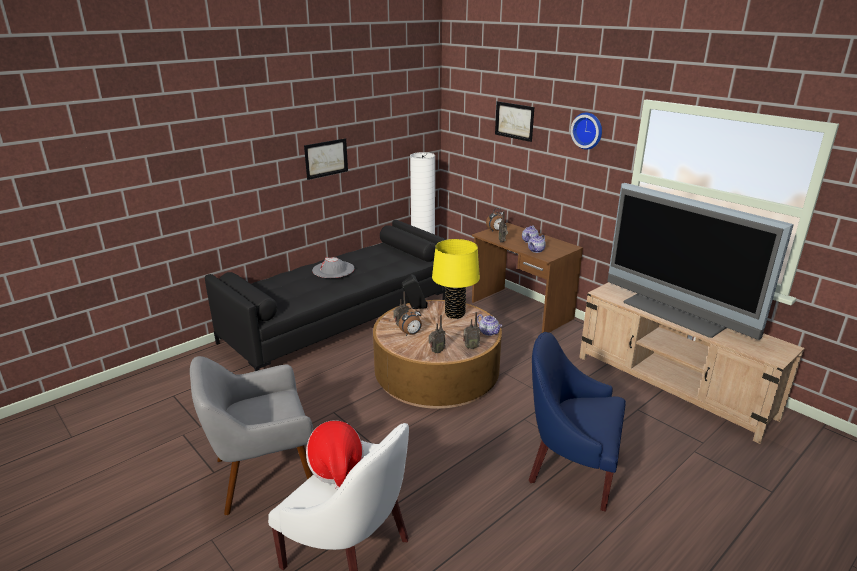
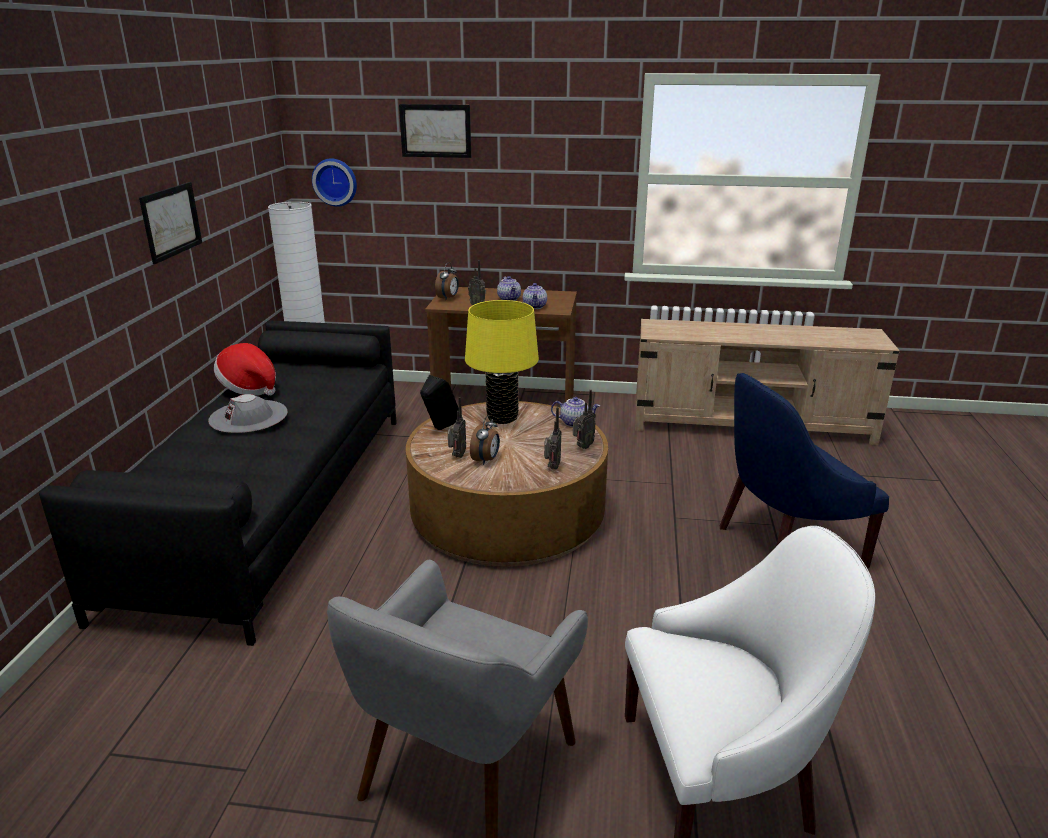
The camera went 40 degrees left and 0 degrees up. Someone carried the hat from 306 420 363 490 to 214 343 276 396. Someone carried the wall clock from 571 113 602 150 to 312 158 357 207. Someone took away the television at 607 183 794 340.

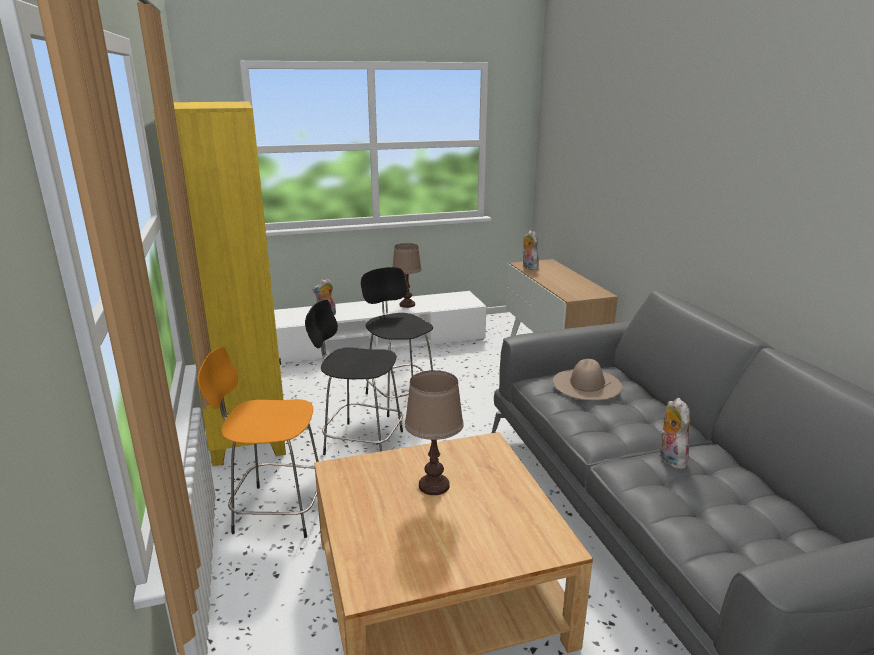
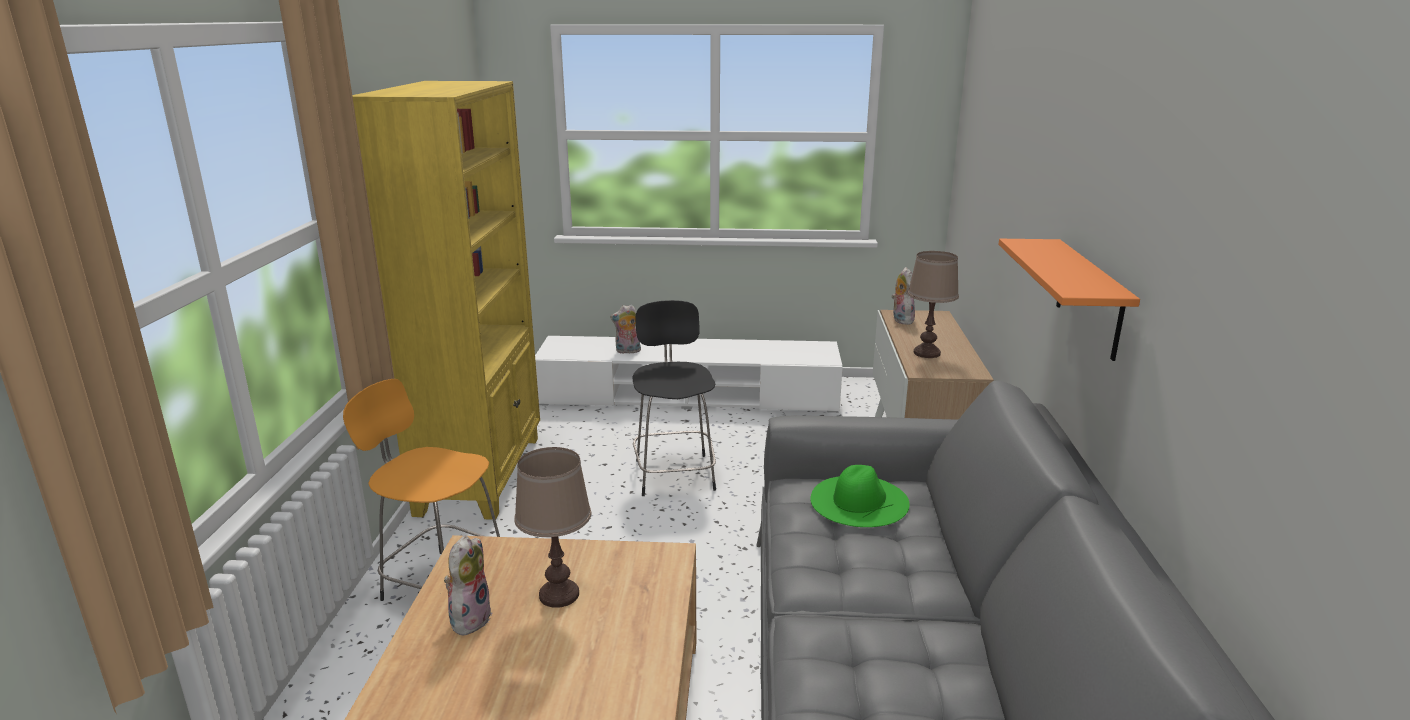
The camera went 20 degrees right and 0 degrees up. Someone took away the black stool at 305 300 403 455. Someone carried the brown table lamp from 393 243 422 308 to 908 251 959 358. Someone repainted the beige hat at 553 359 623 400, which became the green hat at 810 465 910 527. Someone carried the plush toy from 659 398 690 469 to 444 536 493 635. Someone put up the orange shelf at 998 239 1140 361.

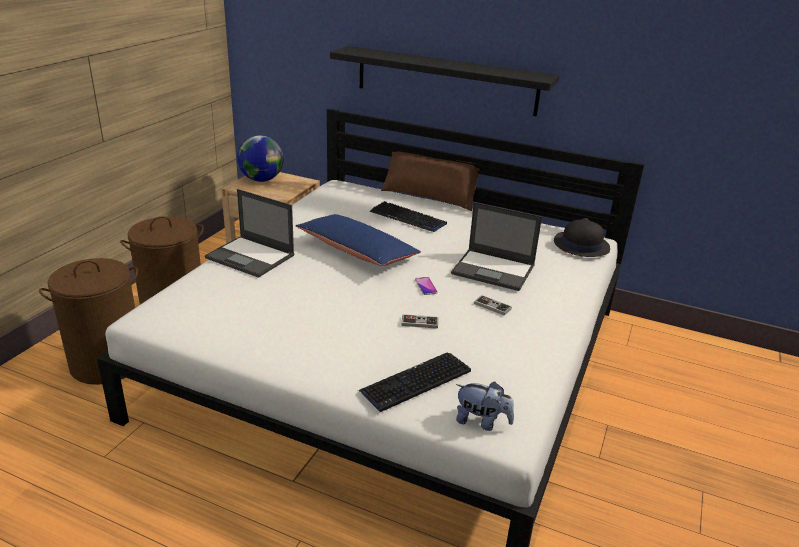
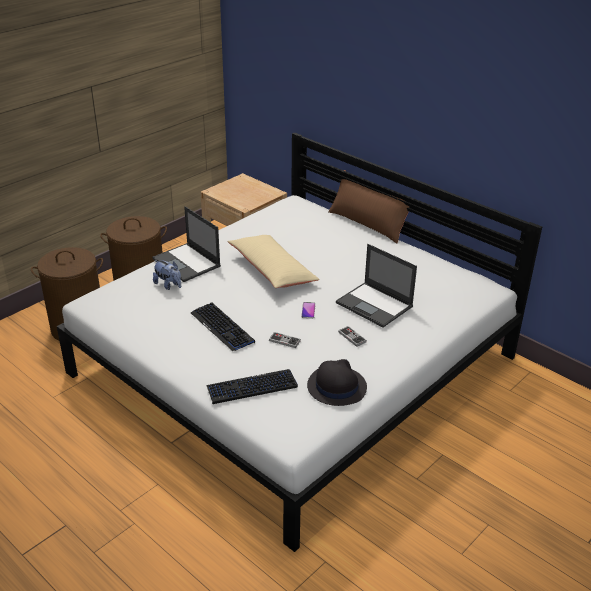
The camera went 20 degrees right and 5 degrees up. Someone took away the globe at 237 135 284 182. Someone repainted the blue pillow at 295 214 421 266, which became the beige pillow at 228 235 320 288. Someone took away the black shelf at 330 46 559 117. Someone carried the keyboard from 370 201 447 232 to 191 303 255 351. Someone carried the plush toy from 456 382 514 431 to 153 260 181 290. Someone carried the black hat from 554 218 610 257 to 307 359 367 406.

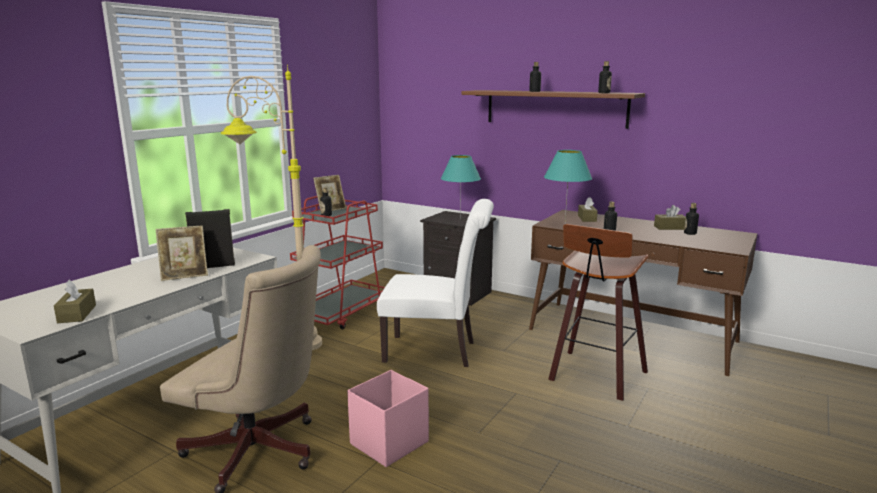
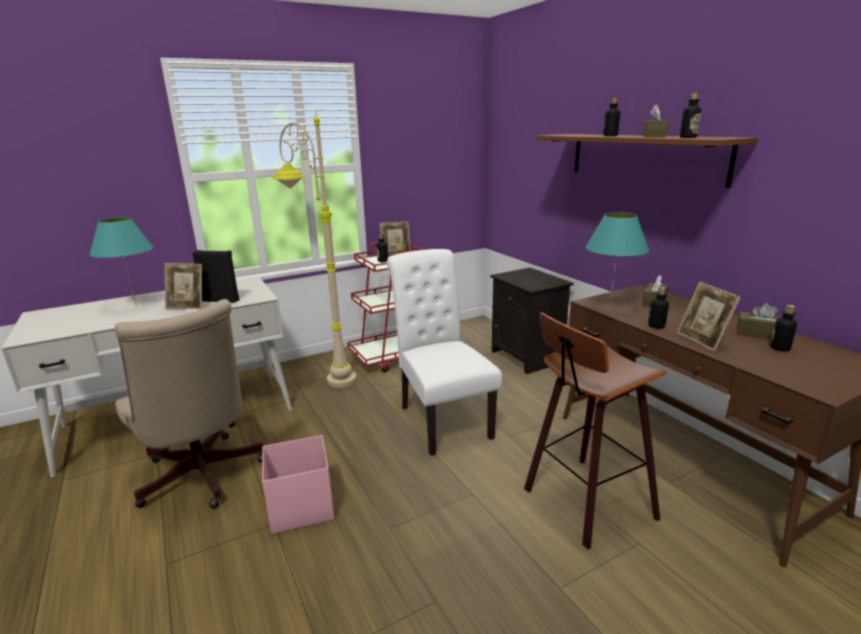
The camera went 30 degrees right and 5 degrees up. Someone carried the brown tissue box from 54 280 96 323 to 642 104 668 137. Someone rotated the white chair at 377 199 494 367 by 150 degrees counterclockwise. Someone carried the turquoise table lamp from 441 155 481 220 to 89 217 153 306. Someone put down the picture frame at 677 282 741 352.

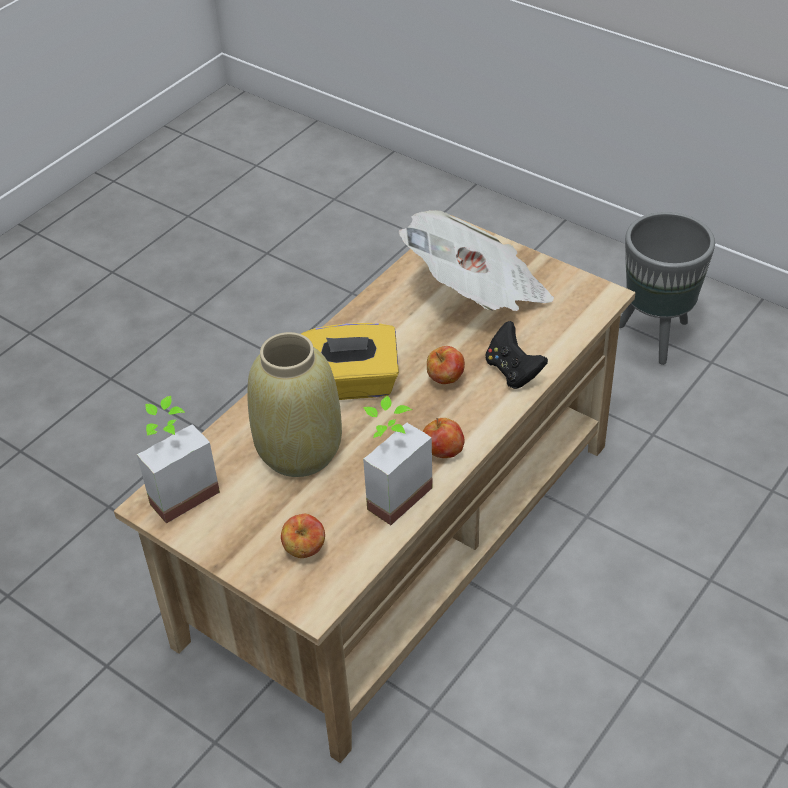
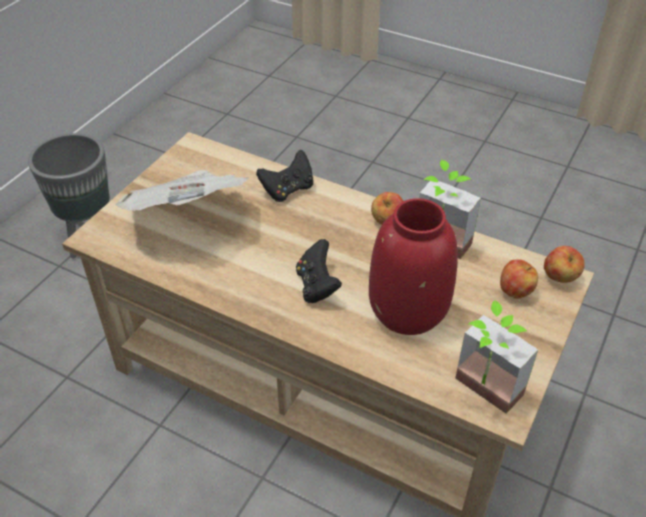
The camera went 100 degrees left and 0 degrees up. Someone repainted the beige vase at 247 332 342 477, which became the red vase at 369 198 458 335. Someone swapped the yellow tissue box at 301 323 399 400 for the black game controller at 296 239 342 303. Someone carried the apple from 427 346 465 384 to 544 246 585 283.

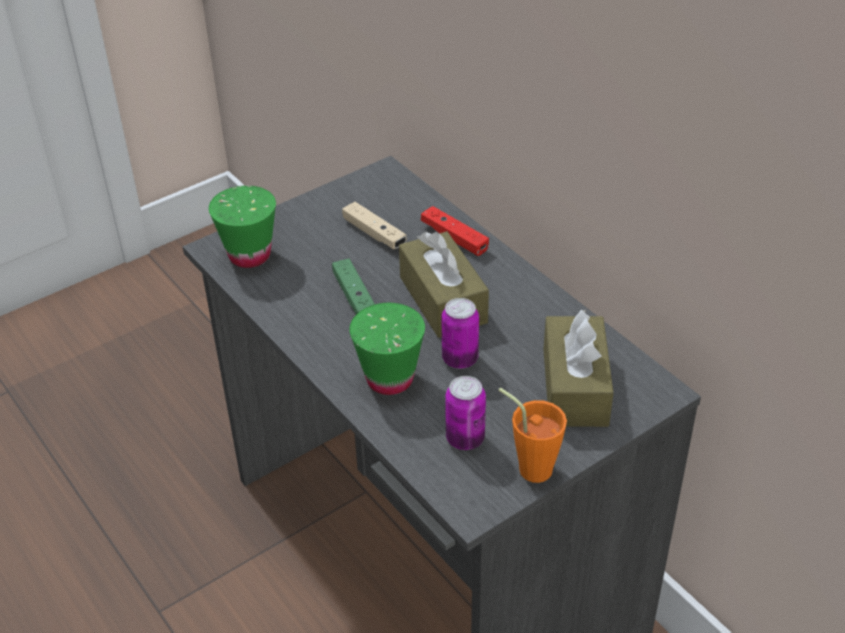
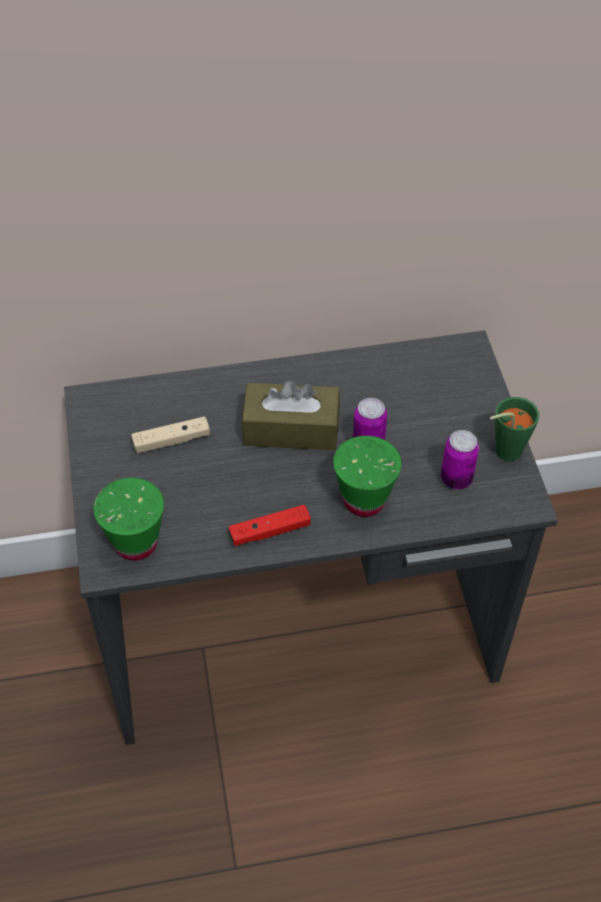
The camera went 65 degrees left and 10 degrees up. Someone took away the green game controller at 332 259 375 314. Someone carried the red game controller from 421 206 489 256 to 229 505 311 546. Someone repainted the orange cup at 499 388 567 483, which became the green cup at 490 397 539 461. Someone took away the brown tissue box at 544 310 613 427.

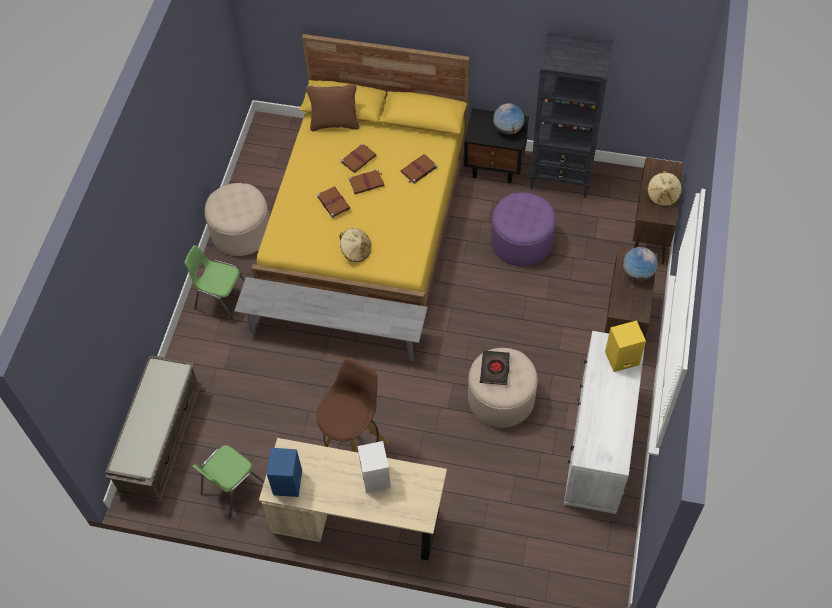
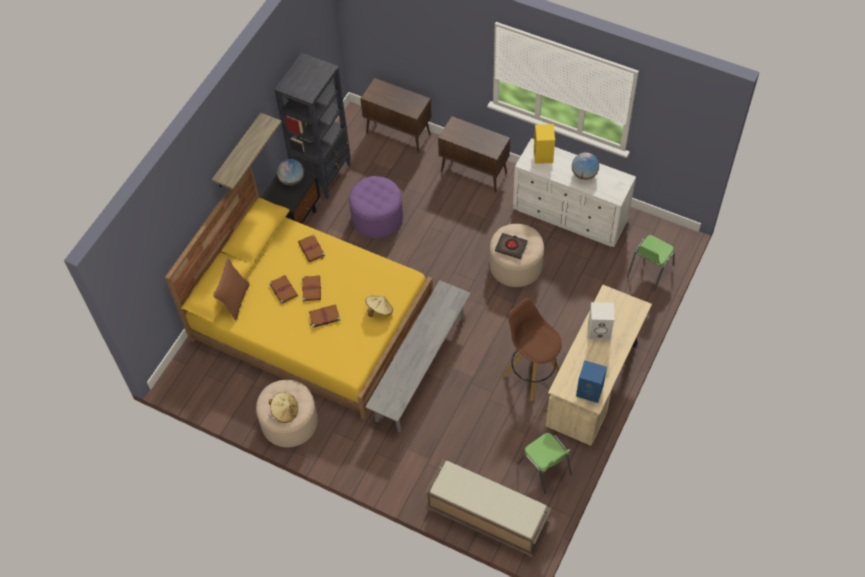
The camera went 75 degrees left and 0 degrees up. Someone carried the green chair from 184 245 245 323 to 627 235 675 292. Someone carried the globe from 623 247 657 281 to 572 152 599 180. Someone carried the beige hat from 647 171 682 207 to 269 392 298 423. Someone put up the shelf at 212 113 282 190.

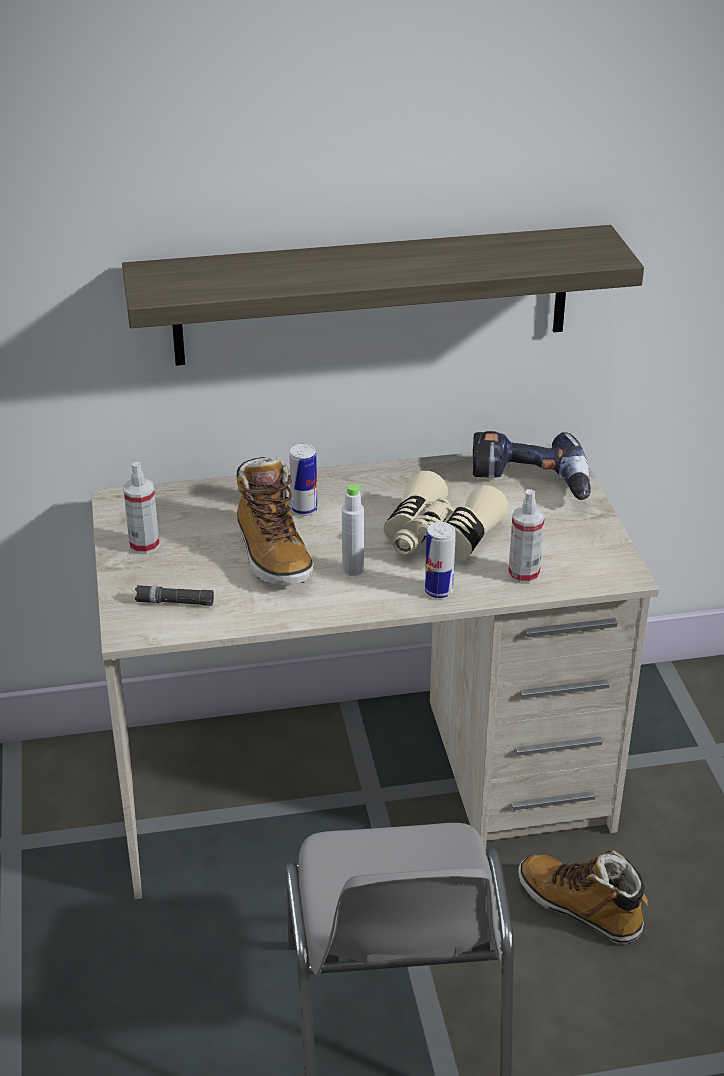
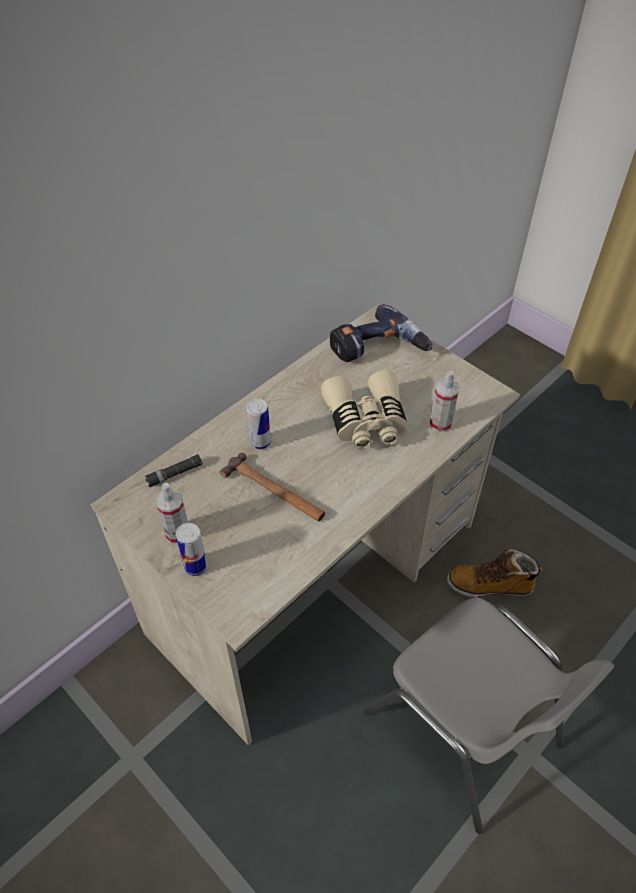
The camera went 35 degrees left and 15 degrees up. Someone took away the shelf at 122 225 644 366. Someone carried the black flashlight from 135 585 214 606 to 144 454 203 487. Someone swapped the boot at 237 457 313 585 for the hammer at 220 453 325 522. Someone took away the grey bottle at 342 484 364 576. Someone carried the can from 425 522 456 598 to 176 523 208 576.

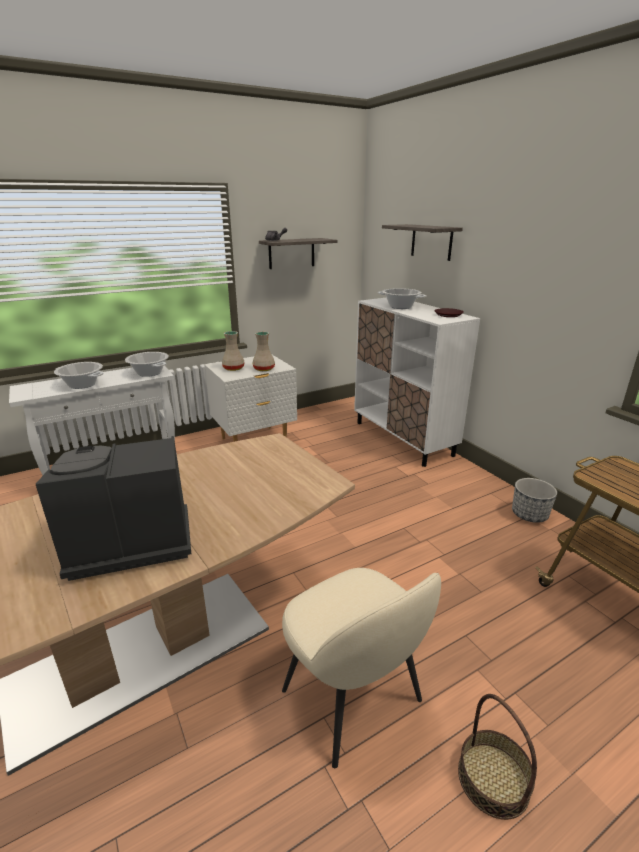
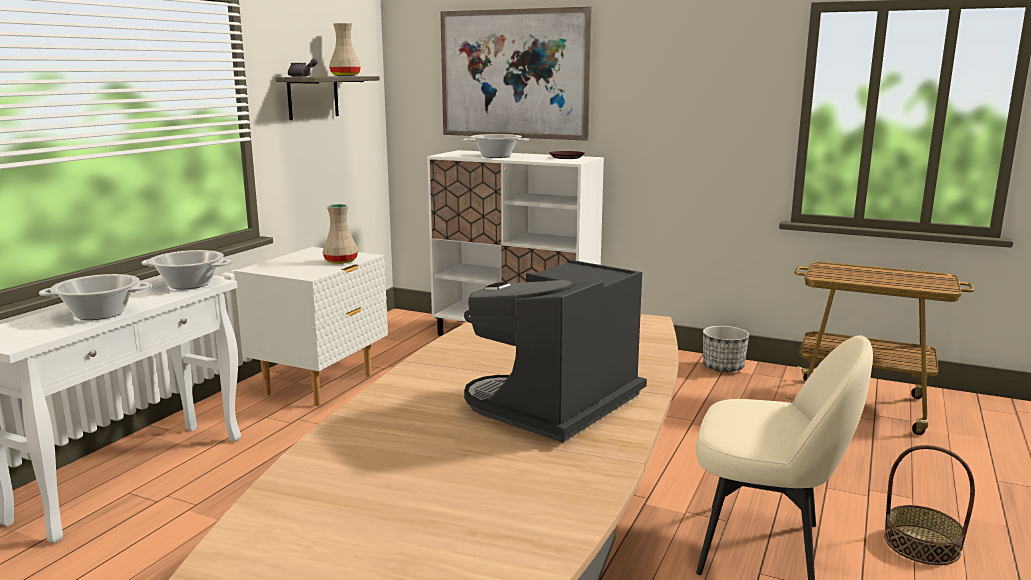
The camera went 35 degrees left and 10 degrees down. Someone carried the beige vase from 222 331 245 371 to 329 23 361 76. Someone swapped the shelf at 382 224 463 261 for the picture at 440 7 592 141.

